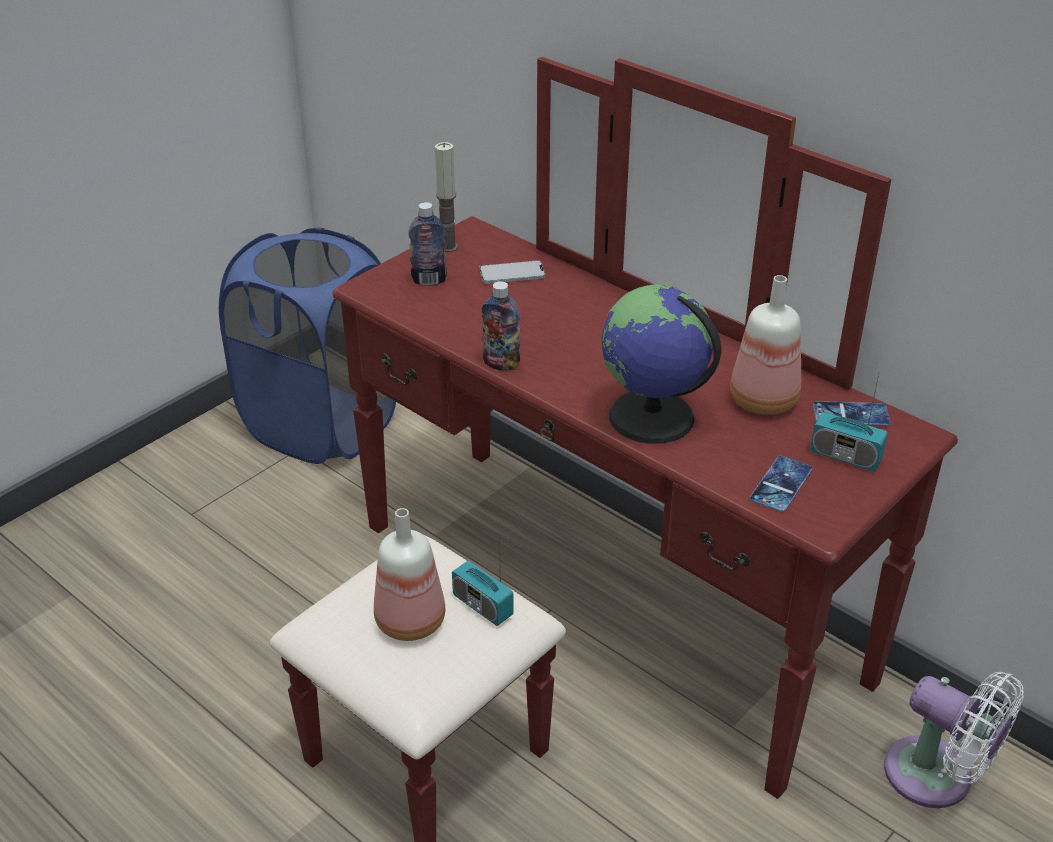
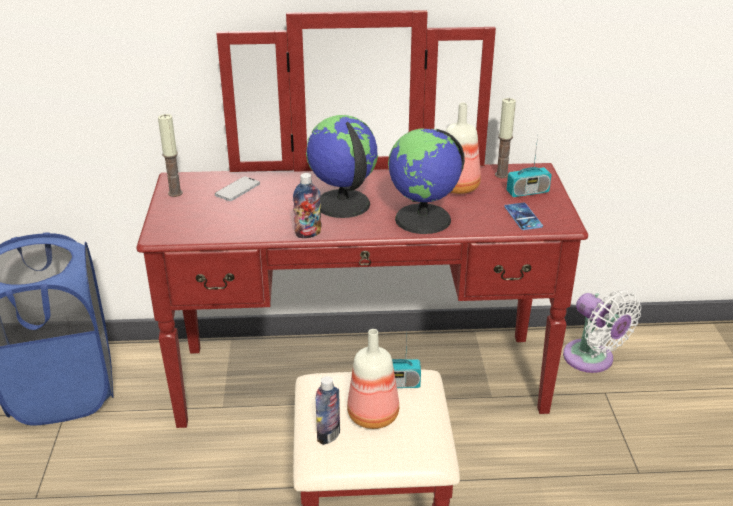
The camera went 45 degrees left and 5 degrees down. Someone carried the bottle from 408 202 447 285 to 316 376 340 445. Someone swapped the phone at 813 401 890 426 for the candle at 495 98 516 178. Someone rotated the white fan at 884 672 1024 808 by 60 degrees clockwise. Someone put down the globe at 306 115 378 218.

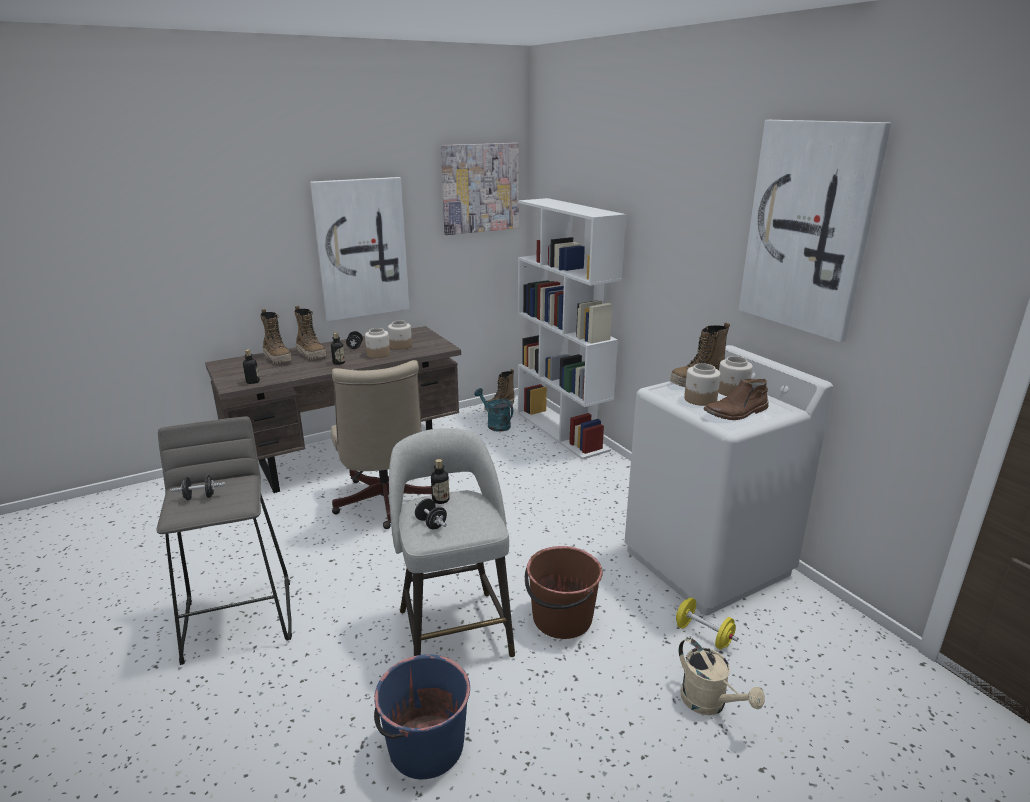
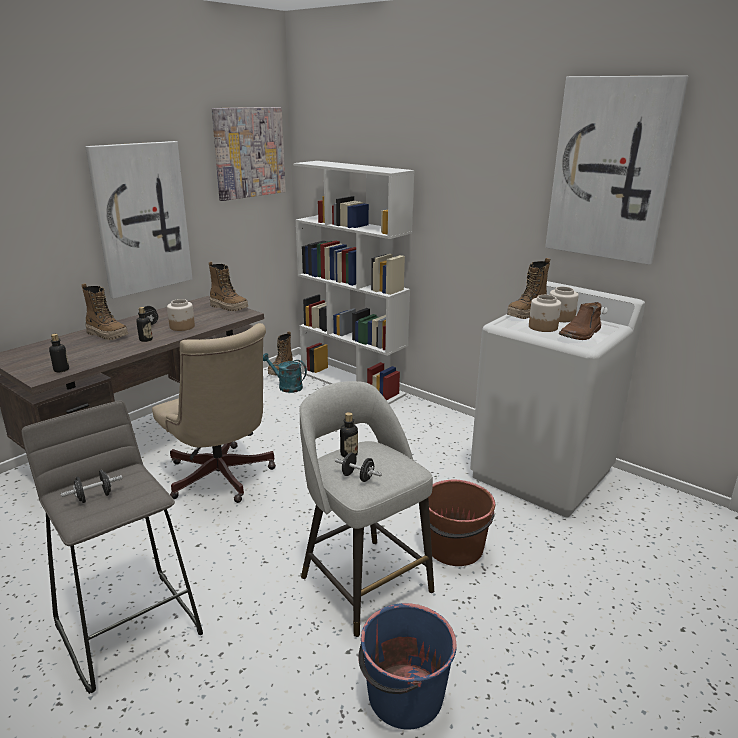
The camera went 20 degrees left and 0 degrees up. Someone carried the boot from 260 309 292 364 to 209 262 248 311. Someone took away the jar at 388 321 412 350. Someone took away the yellow dumbbell at 674 597 738 650. Someone took away the beige watering can at 679 638 765 715.

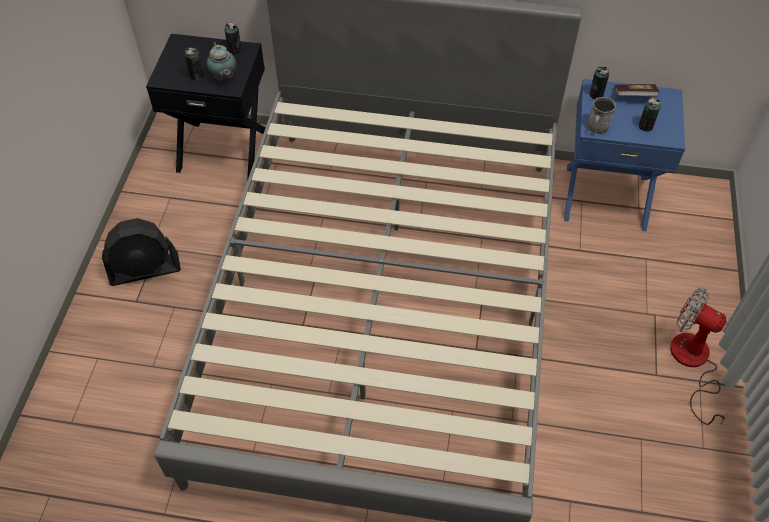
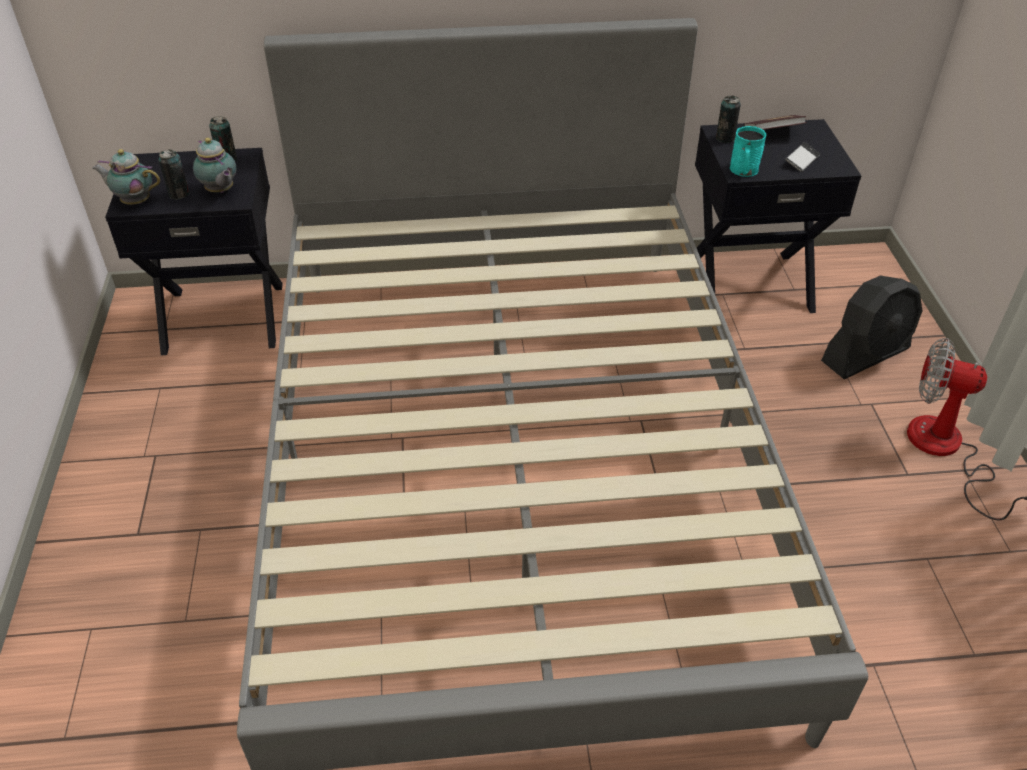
The camera went 15 degrees left and 10 degrees down. Someone carried the black fan from 102 218 181 286 to 821 276 922 379. Someone repainted the blue nightstand at 564 79 685 231, which became the black nightstand at 695 119 861 313. Someone repainted the grey mug at 587 97 616 134, which became the turquoise mug at 730 126 766 177. Someone swapped the can at 638 98 661 132 for the phone at 785 142 820 172. Someone put down the teapot at 93 149 160 205.

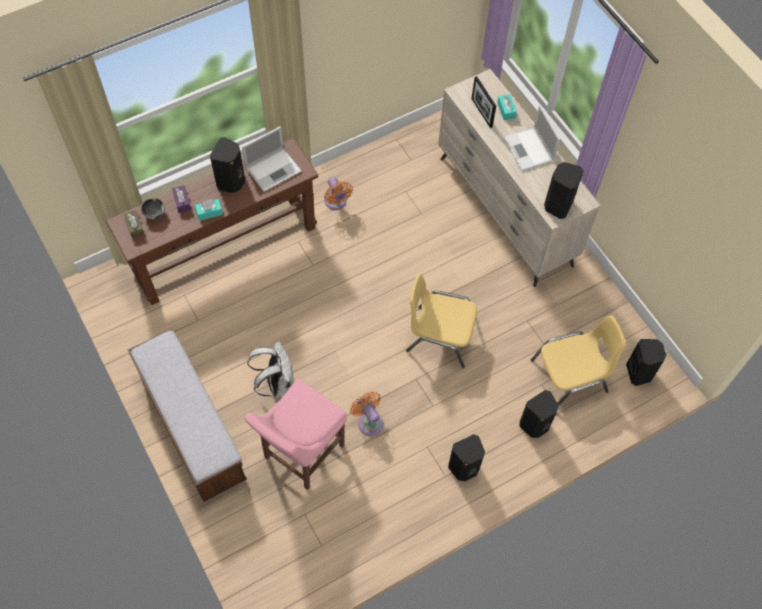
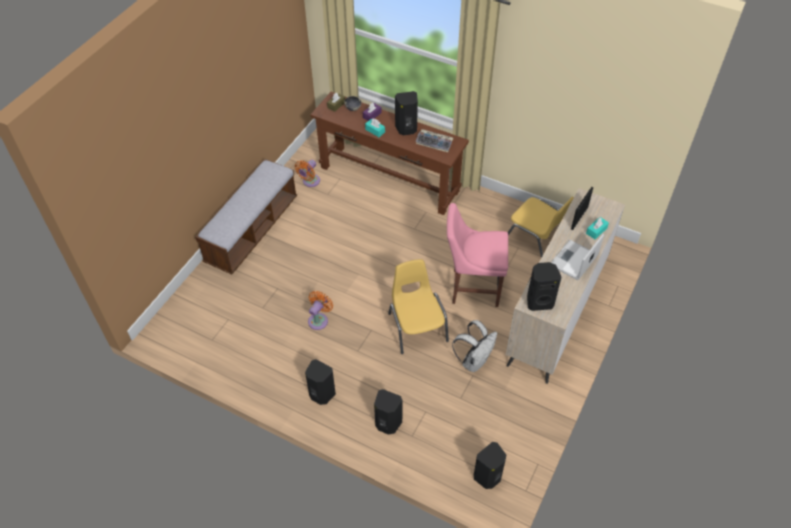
The camera went 60 degrees right and 10 degrees down. Someone swapped the laptop at 242 127 301 192 for the keyboard at 415 129 453 152. Someone carried the pink chair from 245 379 347 490 to 447 203 508 307. Someone carried the white backpack from 247 341 294 398 to 452 320 497 372. Someone carried the orange fan from 324 177 353 210 to 295 160 320 187. Someone carried the yellow chair from 531 315 626 406 to 508 197 574 258.

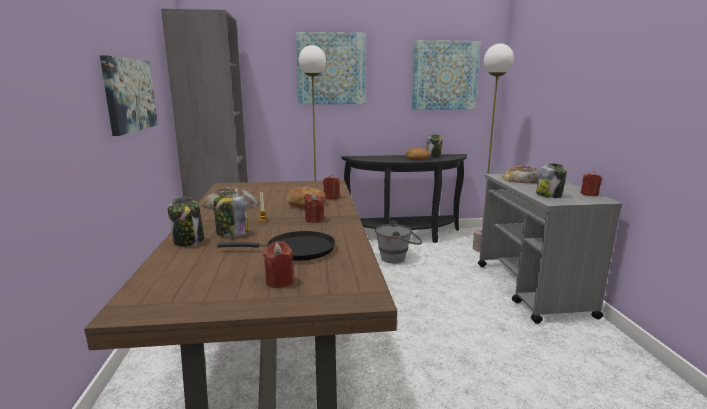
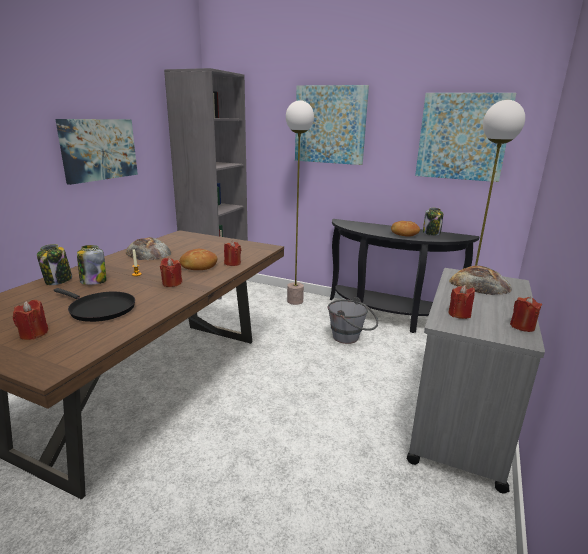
The camera went 30 degrees right and 5 degrees up. Someone swapped the jar at 536 163 567 198 for the red candle at 448 285 475 319.

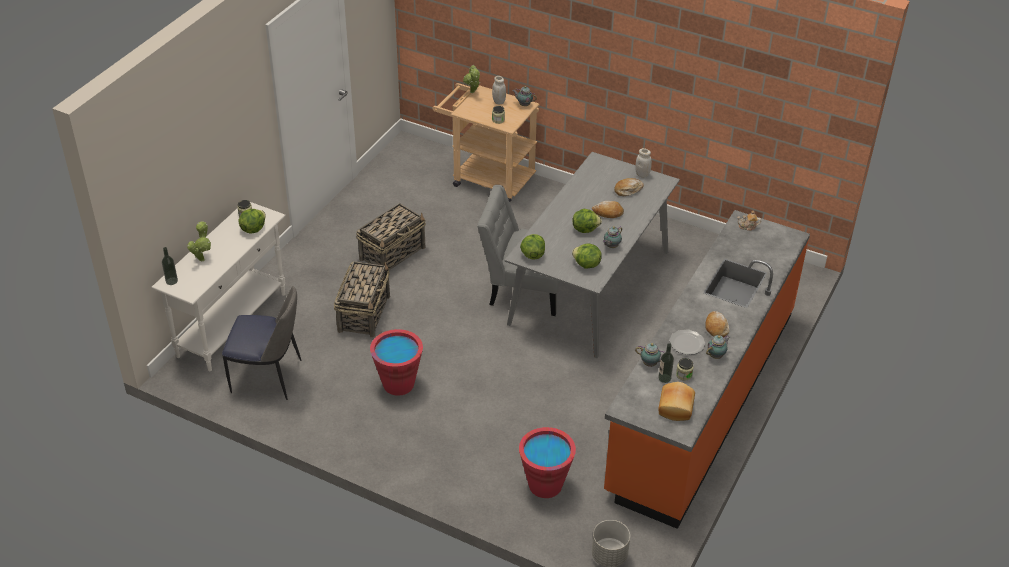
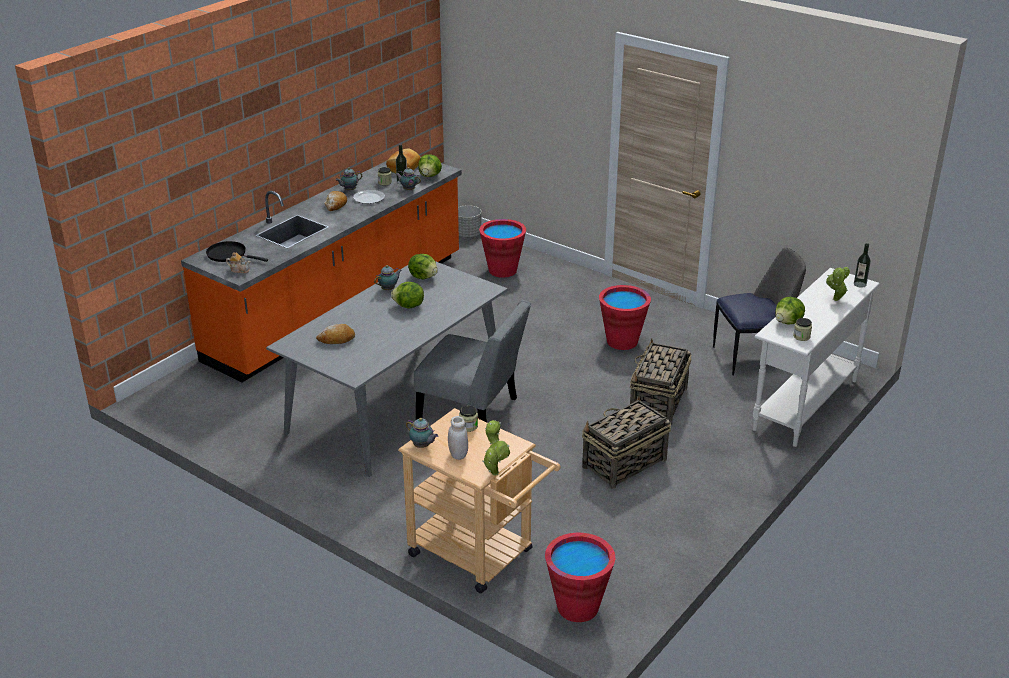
The camera went 170 degrees left and 10 degrees down. Someone rotated the chair at 222 286 302 400 by 150 degrees clockwise. Someone carried the lettuce from 520 234 545 260 to 418 154 442 177. Someone took away the bread at 592 201 624 218. Someone took away the white jar at 635 148 652 178. Someone put down the black frying pan at 206 241 268 262. Someone put down the red bucket at 545 532 615 622.

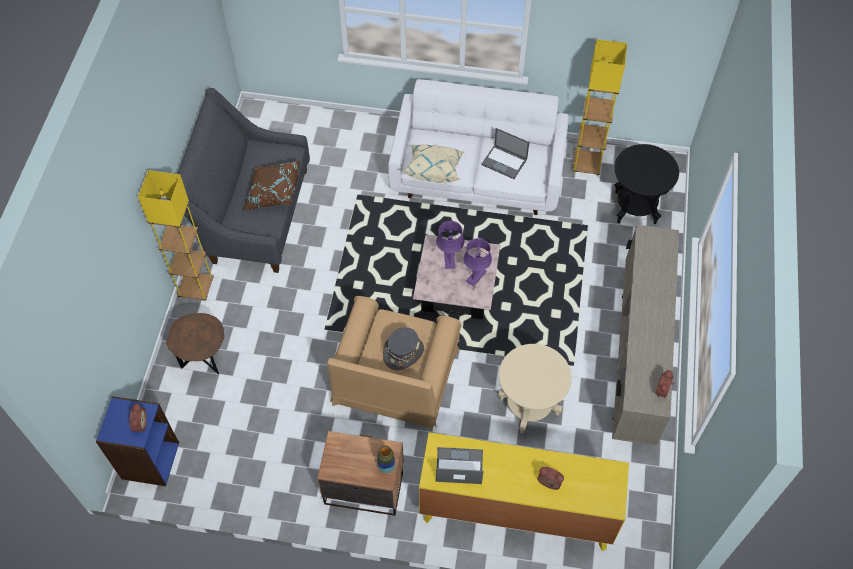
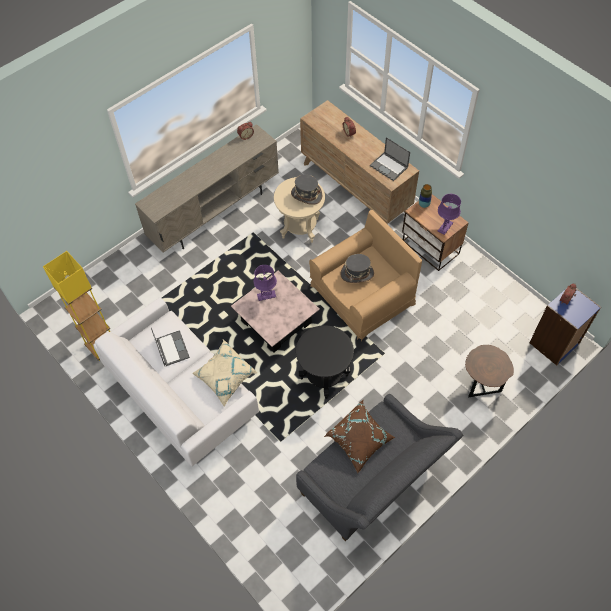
The camera went 140 degrees left and 0 degrees up. Someone took away the yellow floor lamp at 138 170 214 301. Someone repainted the yellow dresser at 419 432 629 551, which became the brown dresser at 300 100 419 225. Someone carried the purple table lamp from 436 221 465 269 to 438 194 461 235. Someone carried the black side table from 614 144 679 224 to 296 325 354 399. Someone put down the grey hat at 291 174 322 205.

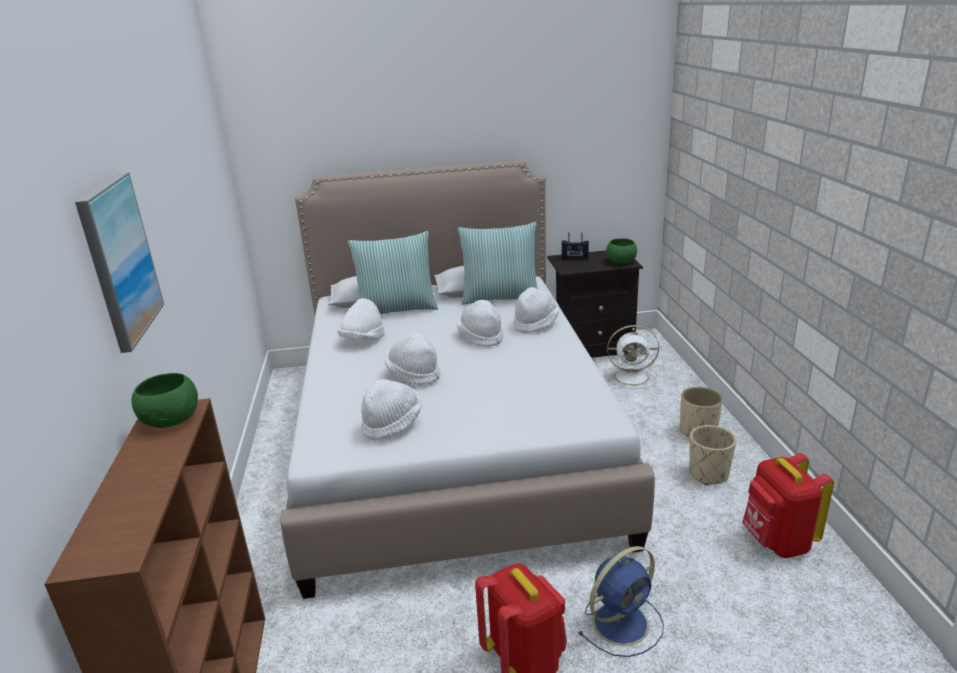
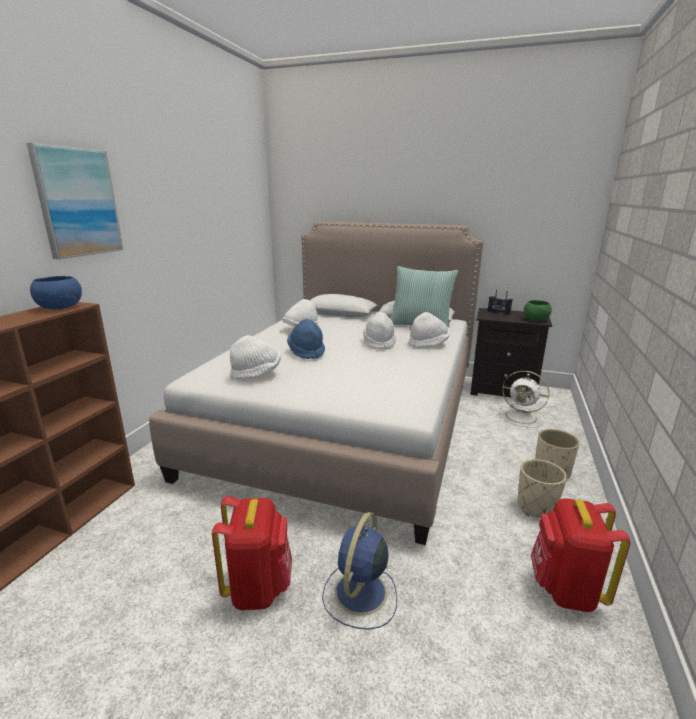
The camera went 25 degrees right and 5 degrees down. Someone repainted the green bowl at 131 373 198 428, which became the blue bowl at 30 276 82 310. Someone took away the pillow at 348 231 438 314. Someone repainted the white hat at 385 333 441 385, which became the blue hat at 287 319 325 359. Someone rotated the blue fan at 578 546 664 657 by 120 degrees clockwise.

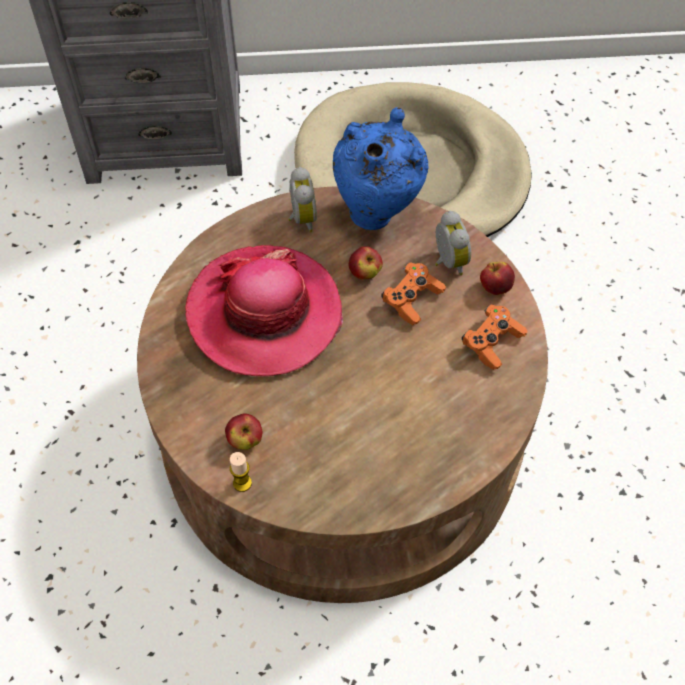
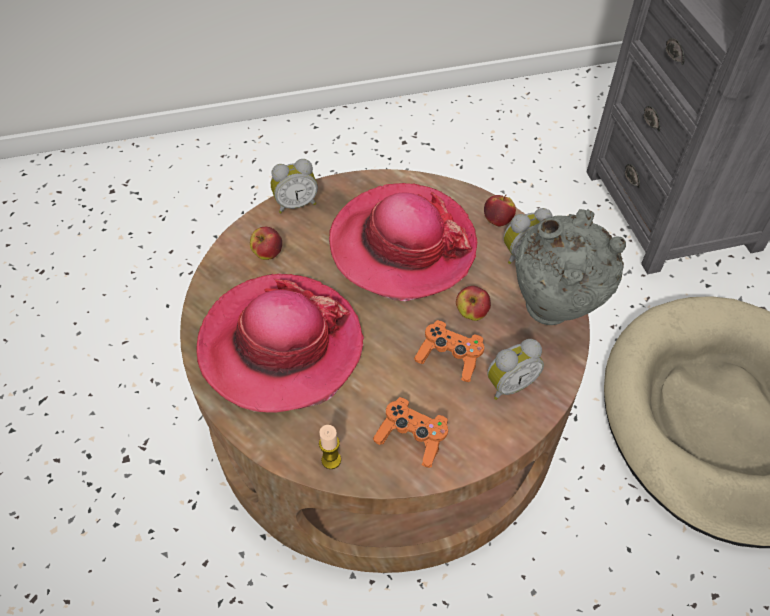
The camera went 80 degrees right and 5 degrees down. Someone carried the candle from 230 452 252 492 to 319 425 341 469. Someone repainted the blue vase at 333 107 429 230, which became the grey vase at 515 209 626 325. Someone carried the apple from 480 262 515 295 to 484 194 516 226. Someone put down the hat at 197 273 364 413. Someone put down the alarm clock at 271 159 318 213.

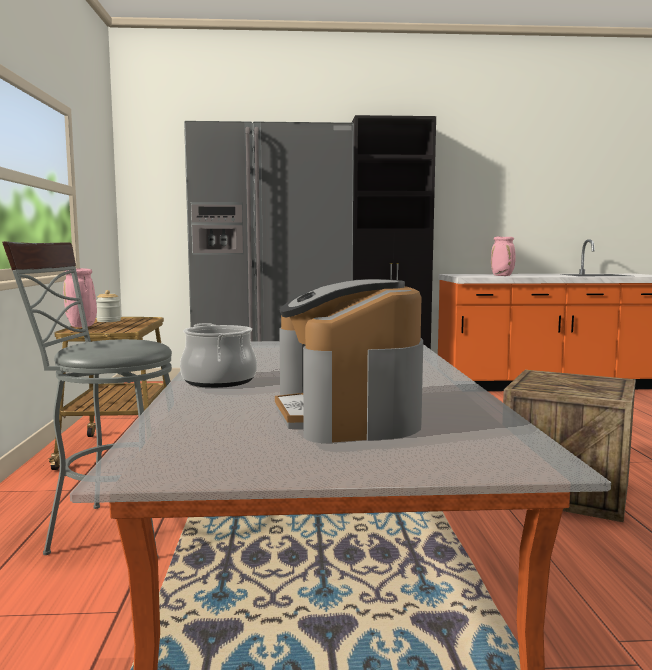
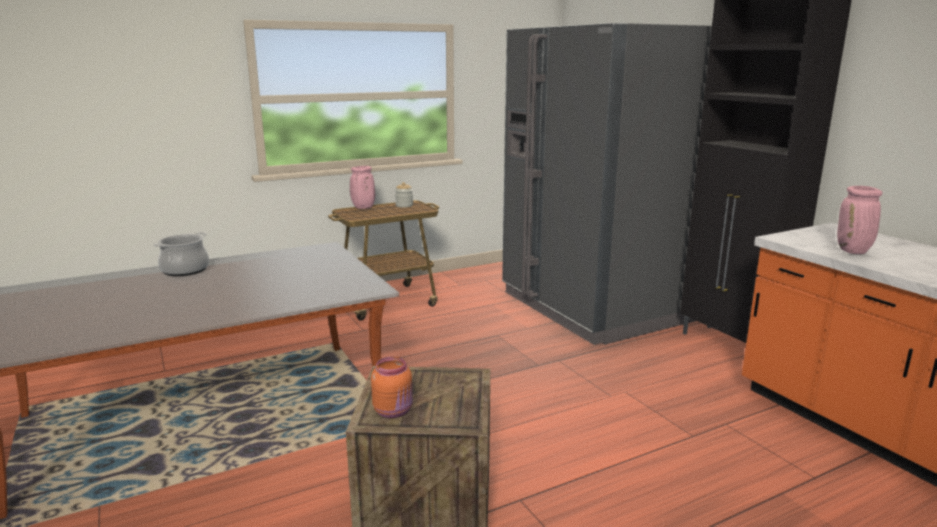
The camera went 65 degrees right and 10 degrees up. Someone took away the grey stool at 2 241 172 556. Someone took away the coffee machine at 275 279 423 443. Someone put down the orange jar at 371 357 413 418.

